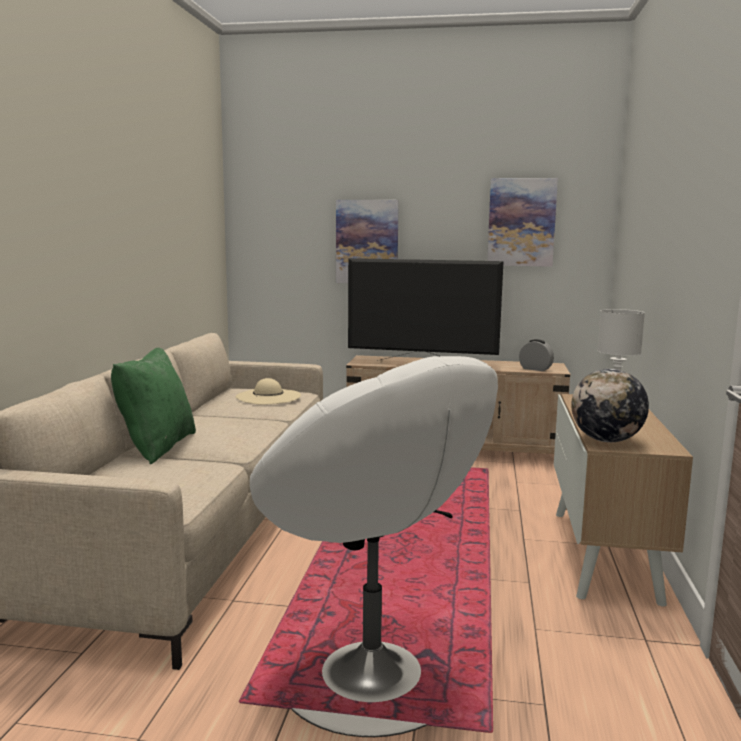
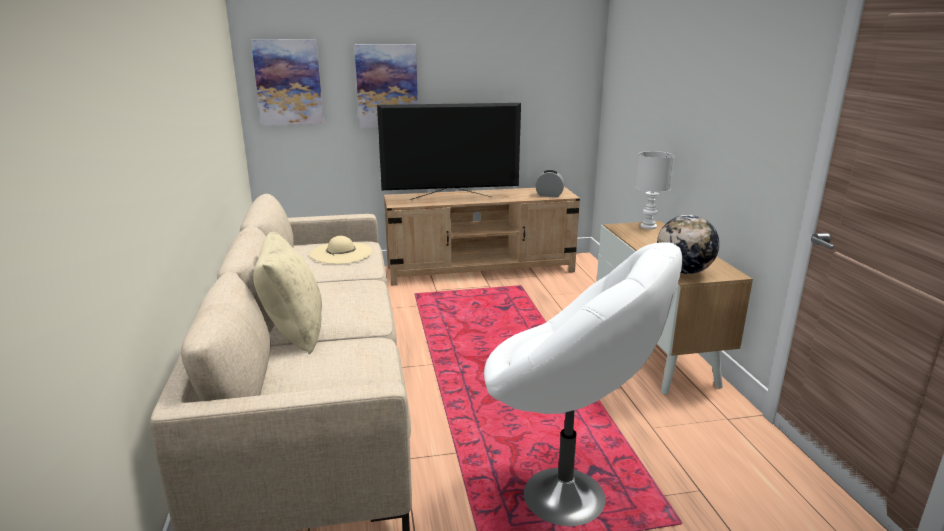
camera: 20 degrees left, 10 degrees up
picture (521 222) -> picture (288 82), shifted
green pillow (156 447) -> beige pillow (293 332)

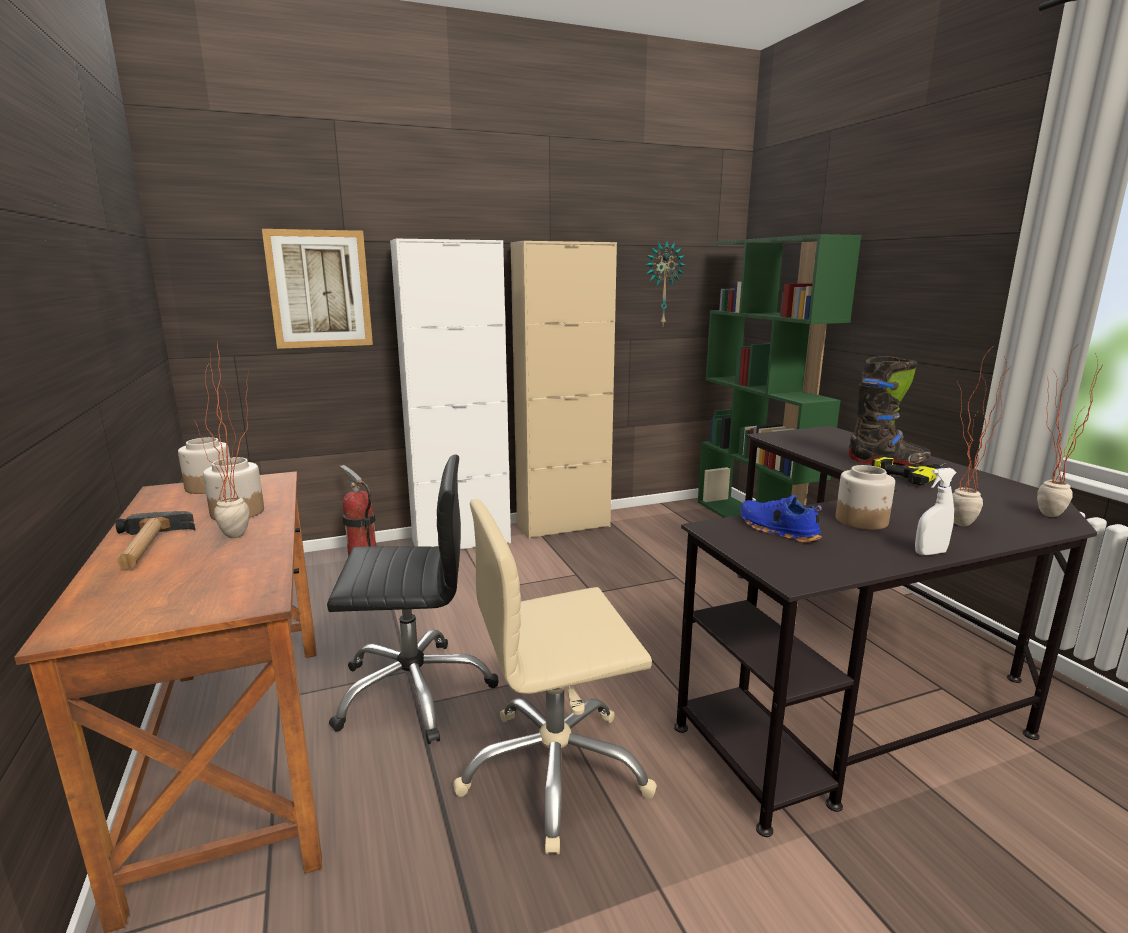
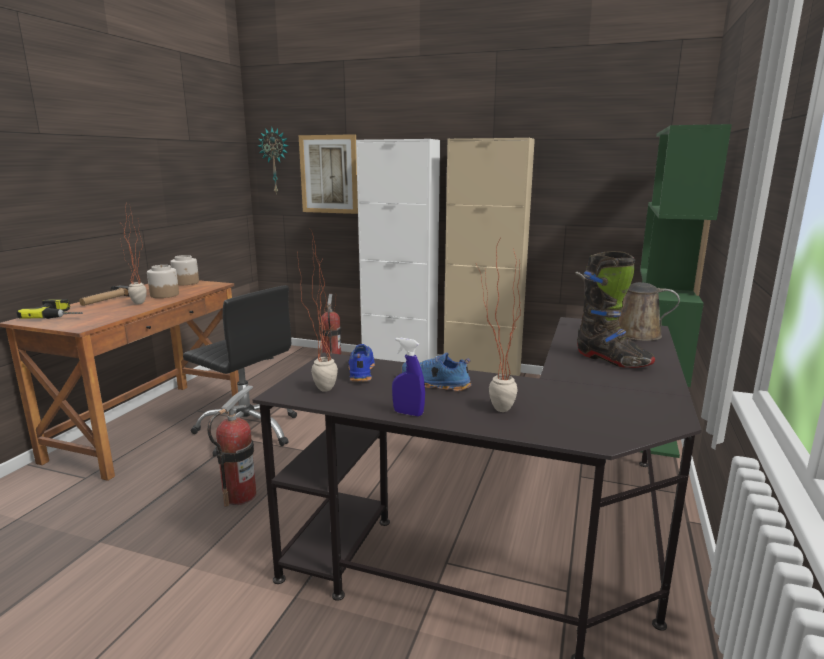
camera: 40 degrees right, 0 degrees up
none -> brown watering can (630 333)
wall clock (663 284) -> wall clock (275 161), shifted
power drill (909 474) -> power drill (61 314), shifted
potted plant (1039 514) -> potted plant (322 386), shifted
beige office chair (554 771) -> fire extinguisher (240 495)
jar (862 520) -> blue shoe (434 384)
white spray bottle (930 553) -> blue spray bottle (408 413)

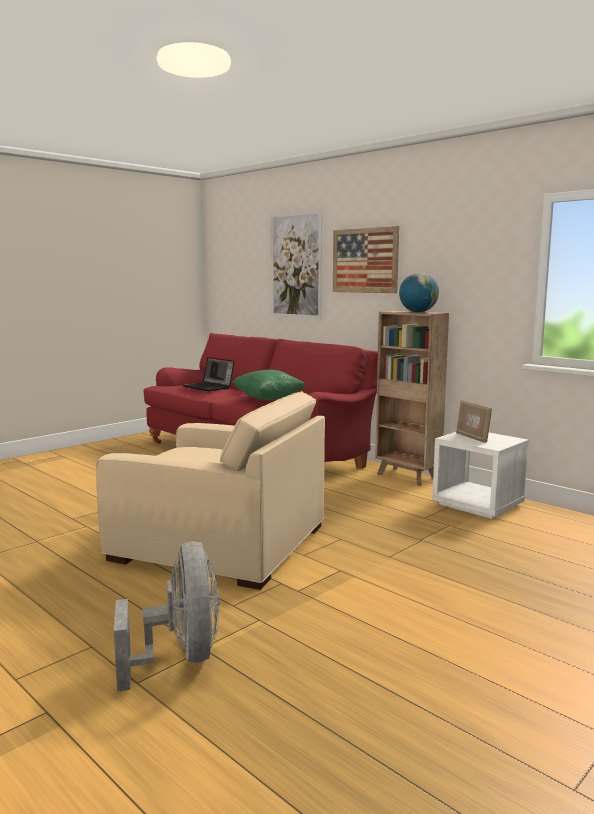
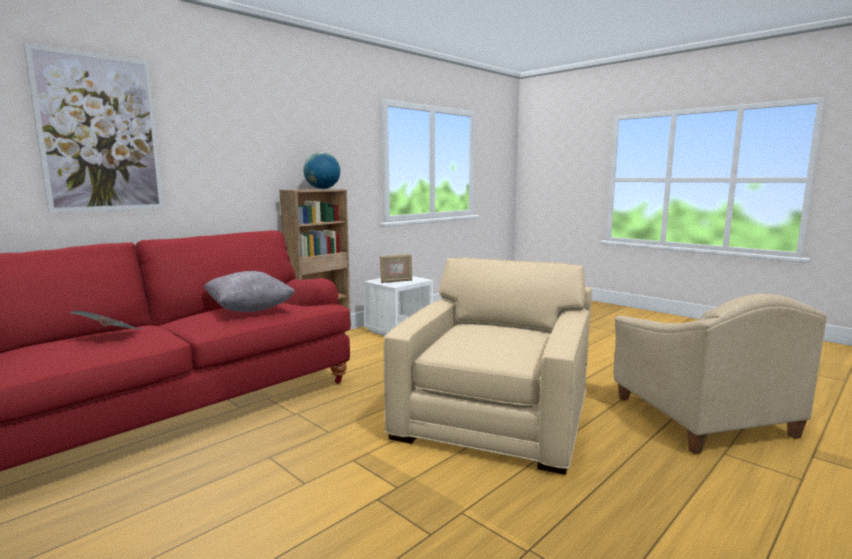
camera: 90 degrees left, 0 degrees up
picture (365 260) -> none
grey fan (180 657) -> beige armchair (699 417)
laptop (209 387) -> newspaper (110 336)
green pillow (268 399) -> grey pillow (249 310)

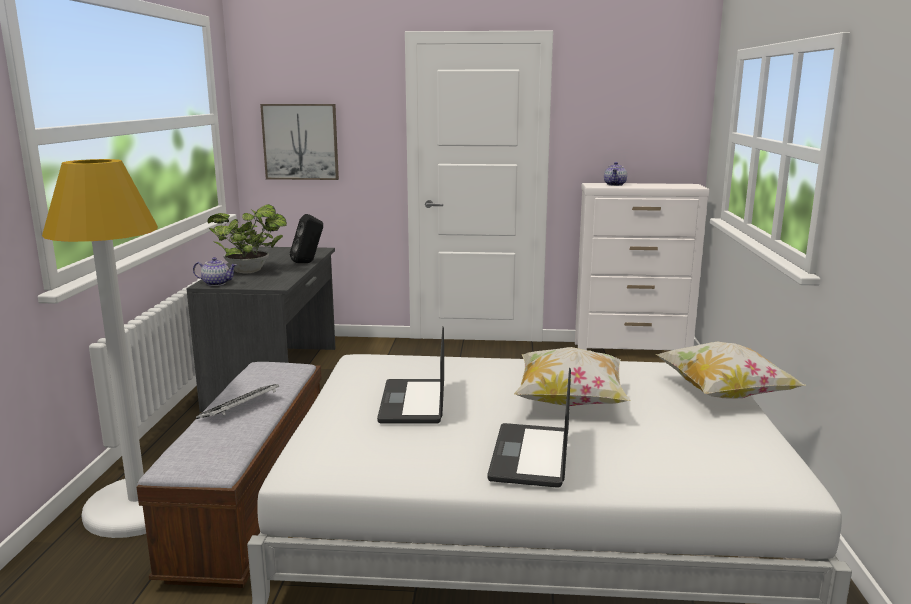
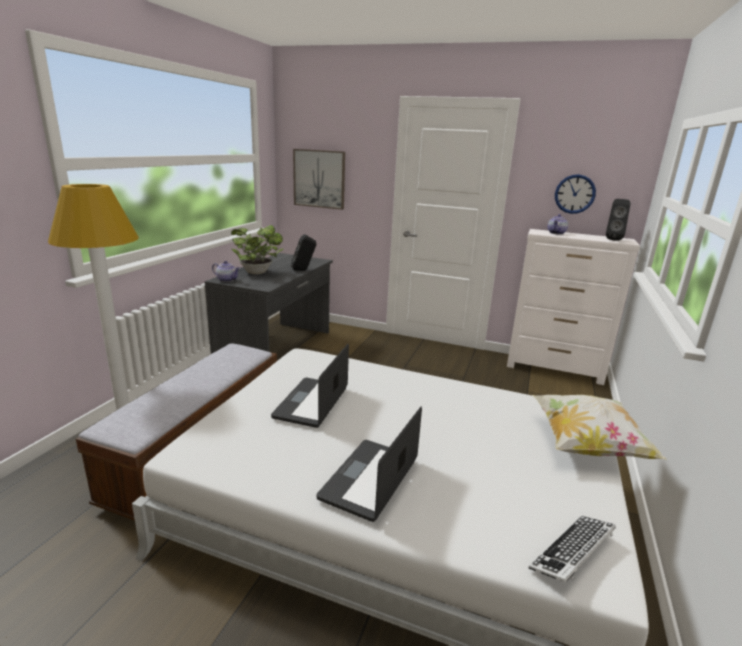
camera: 15 degrees right, 5 degrees up
pillow (570 401) -> none
none -> wall clock (574 194)
none -> black speaker (612 239)
keyboard (240 407) -> keyboard (572 553), shifted

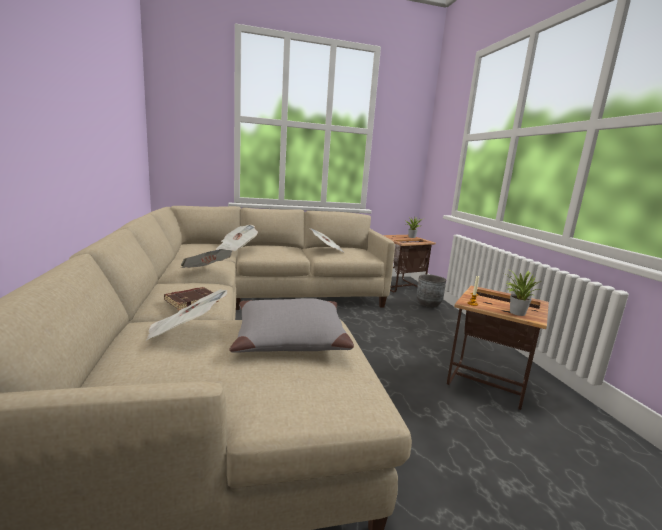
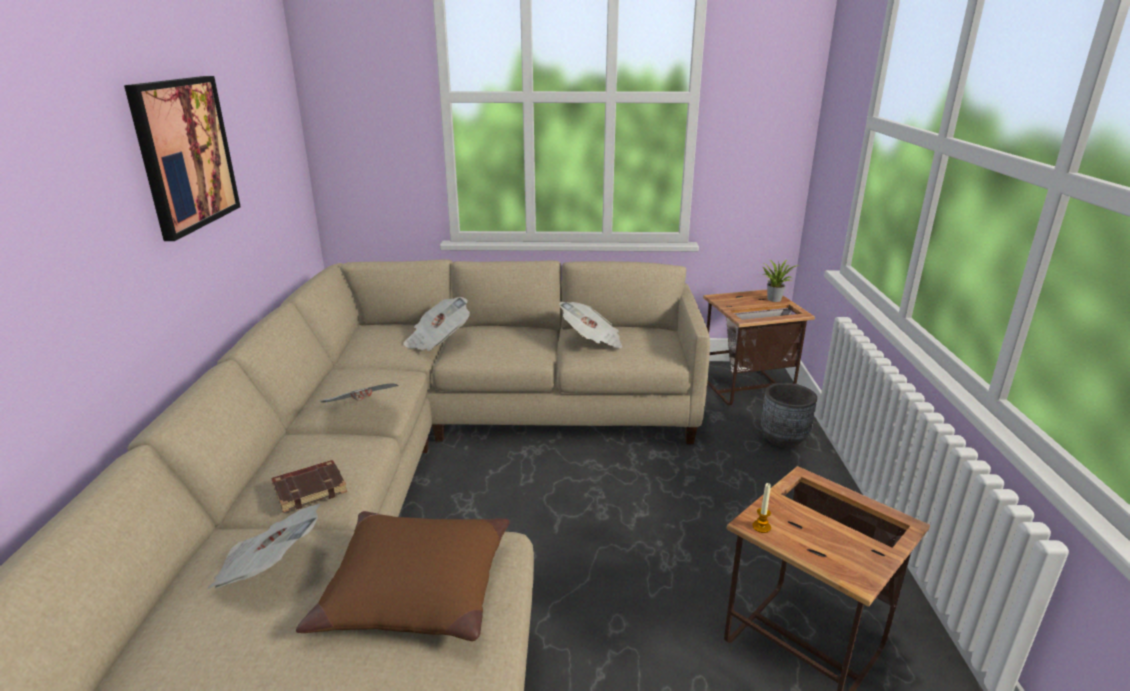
camera: 15 degrees right, 10 degrees up
potted plant (515 312) -> none
none -> picture (185 154)
grey pillow (290 338) -> brown pillow (415 590)

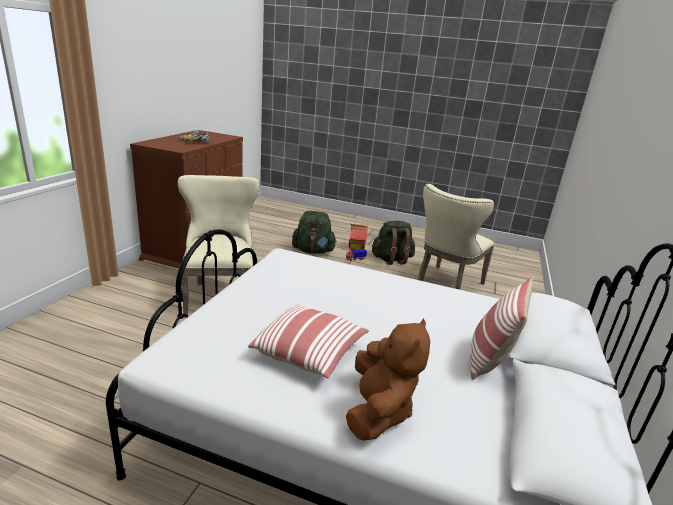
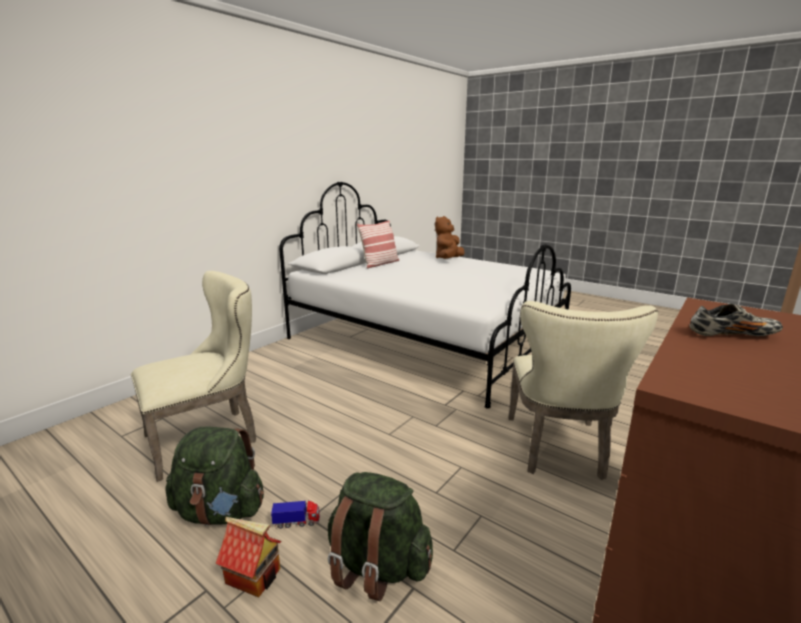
camera: 160 degrees left, 5 degrees down
pillow (310 352) -> none

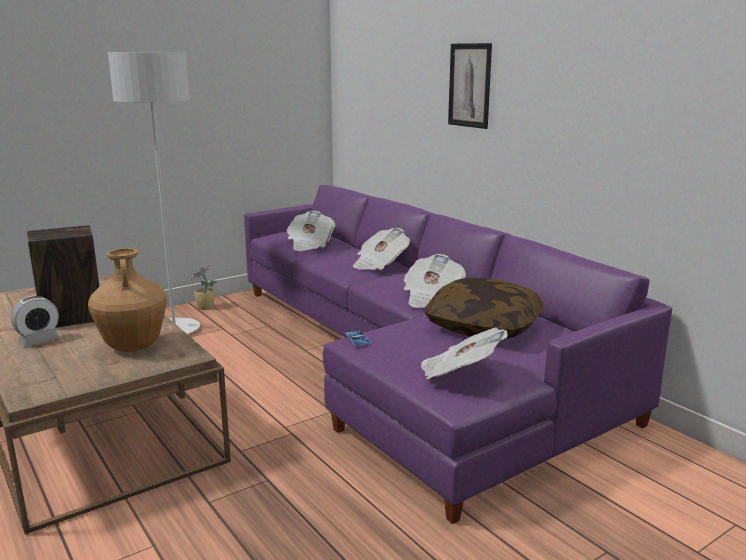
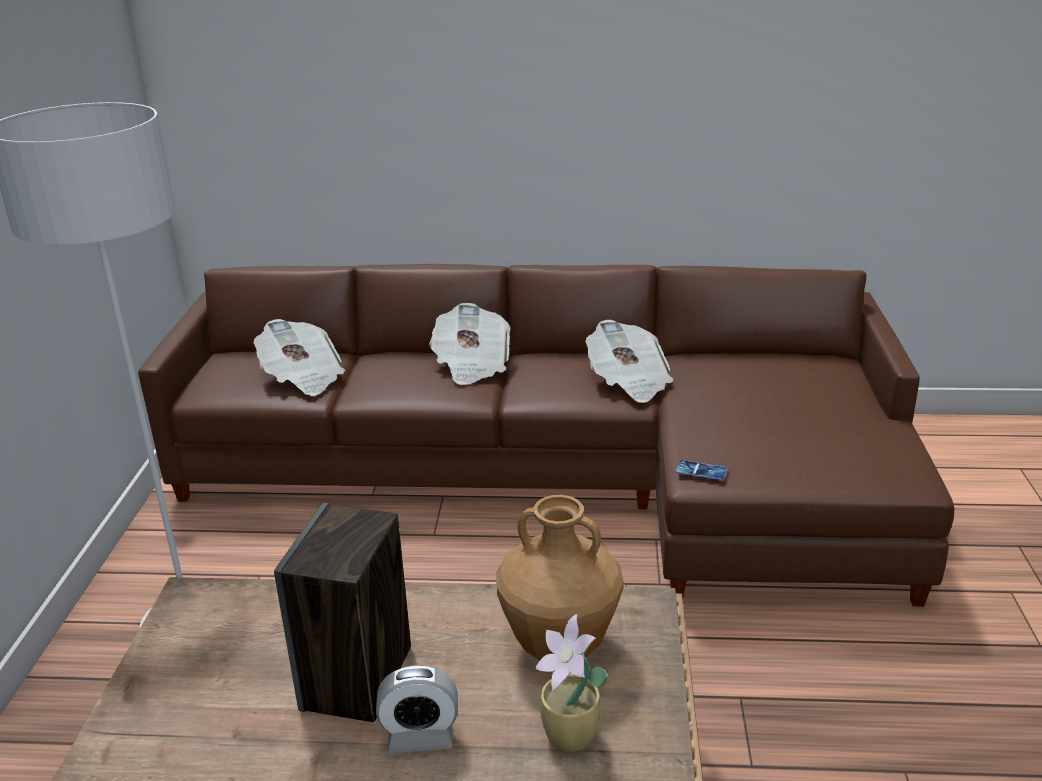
camera: 50 degrees left, 10 degrees up
newspaper (459 374) -> none
pillow (483 327) -> none
picture (469 85) -> none
potted plant (204 308) -> potted plant (570 738), shifted
purple sofa (411 361) -> brown sofa (567 475)
alarm clock (39 340) -> alarm clock (420 738), 90 degrees clockwise

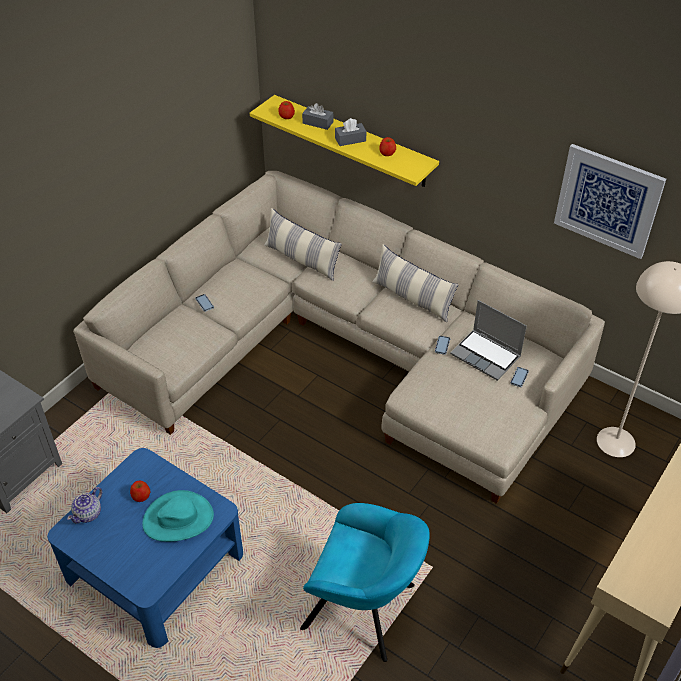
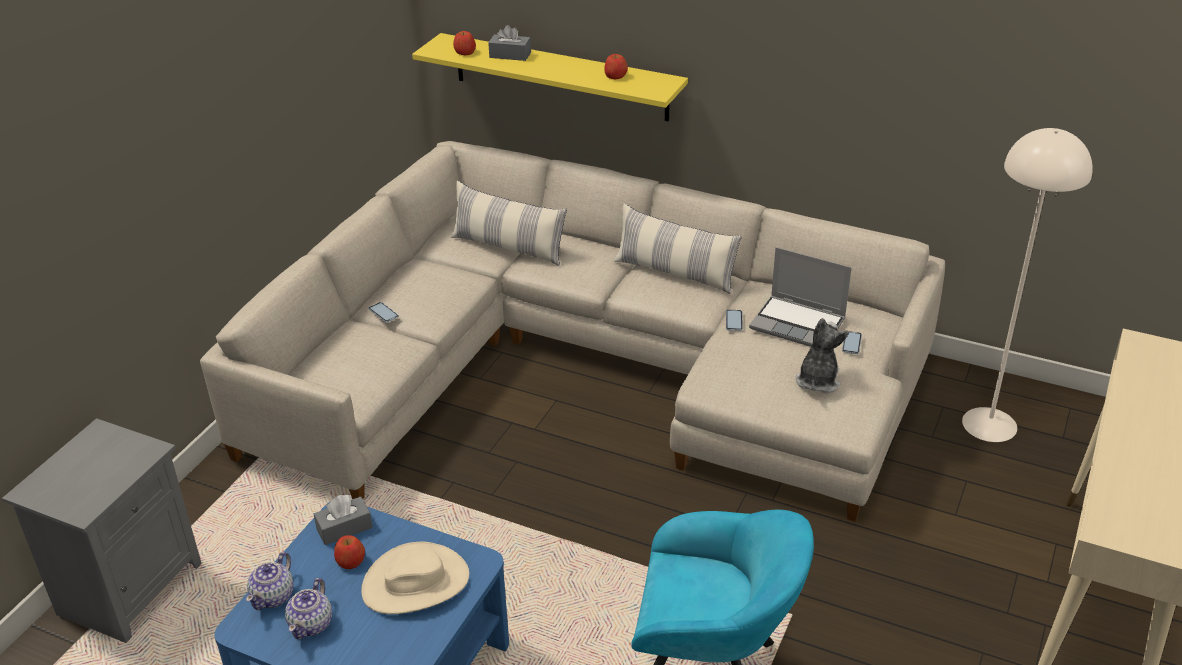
camera: 10 degrees left, 10 degrees down
picture (608 201) -> none
none -> teapot (312 624)
none -> plush toy (817 380)
grey tissue box (350 139) -> grey tissue box (344 528), shifted
turquoise hat (178 519) -> beige hat (416 582)

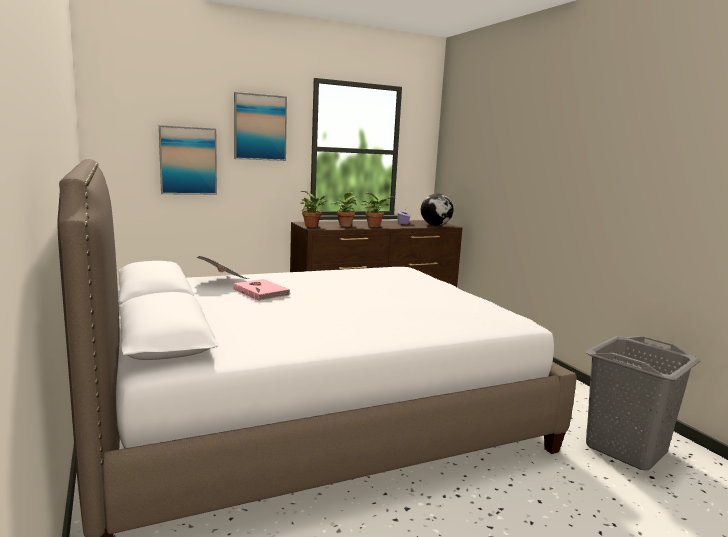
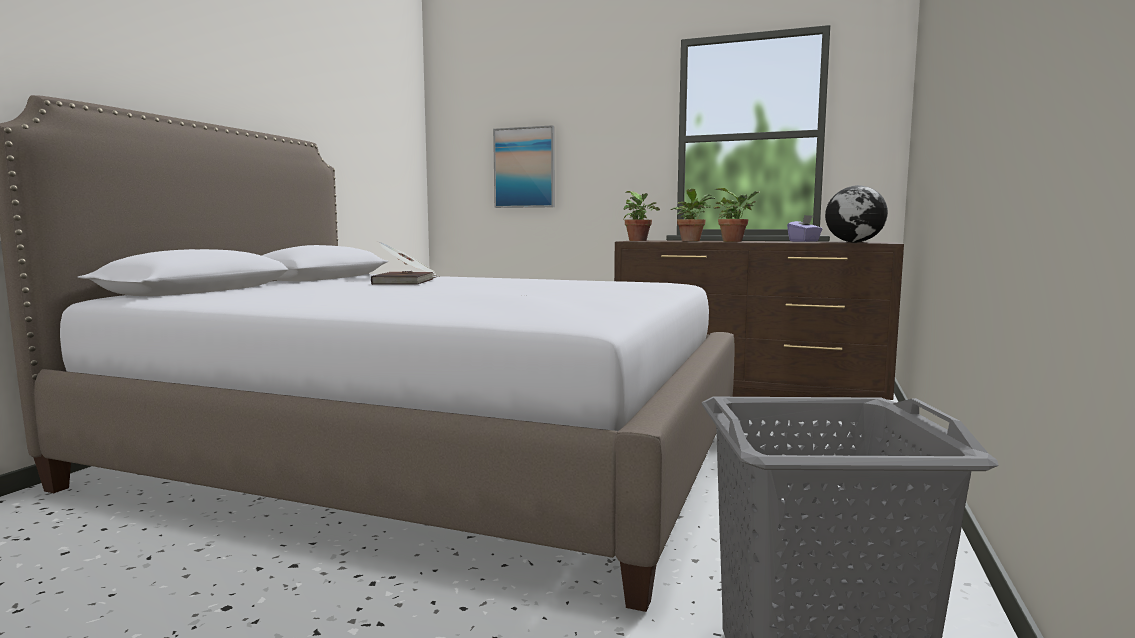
camera: 45 degrees right, 5 degrees down
picture (260 127) -> none
pink book (261 292) -> brown book (405 282)

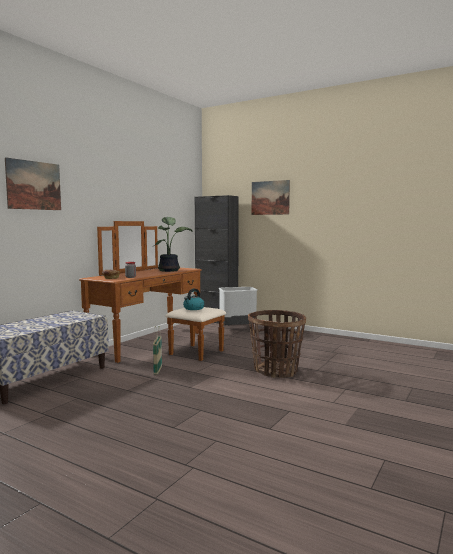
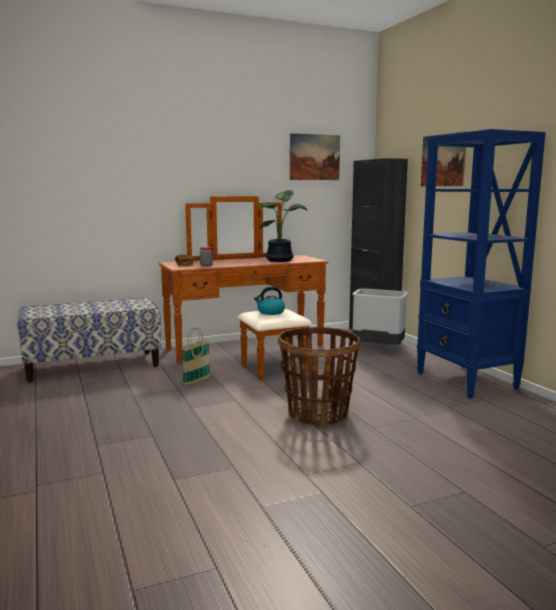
camera: 35 degrees right, 5 degrees up
none -> blue bookcase (466 381)
picture (34 185) -> picture (314 157), shifted

